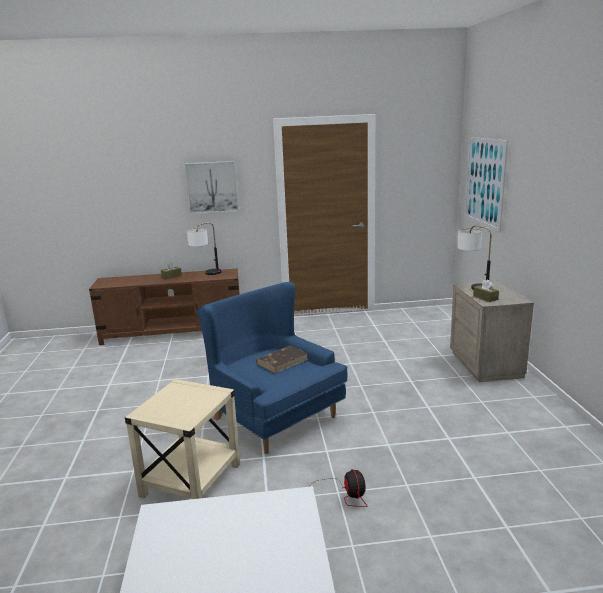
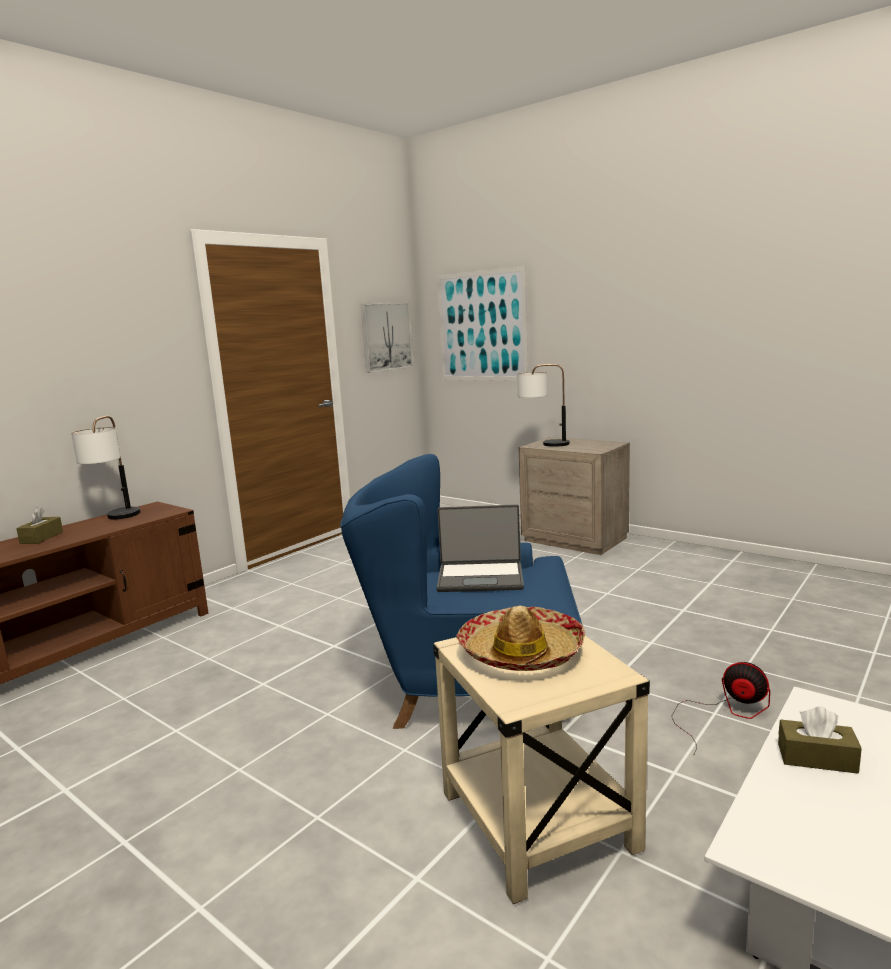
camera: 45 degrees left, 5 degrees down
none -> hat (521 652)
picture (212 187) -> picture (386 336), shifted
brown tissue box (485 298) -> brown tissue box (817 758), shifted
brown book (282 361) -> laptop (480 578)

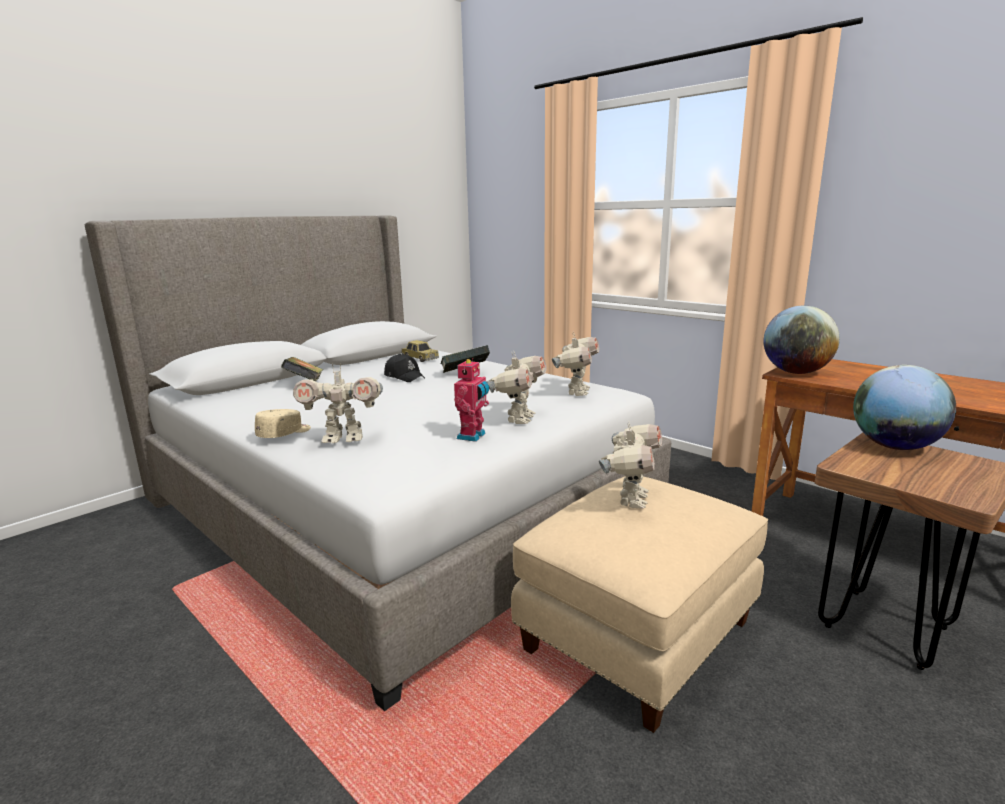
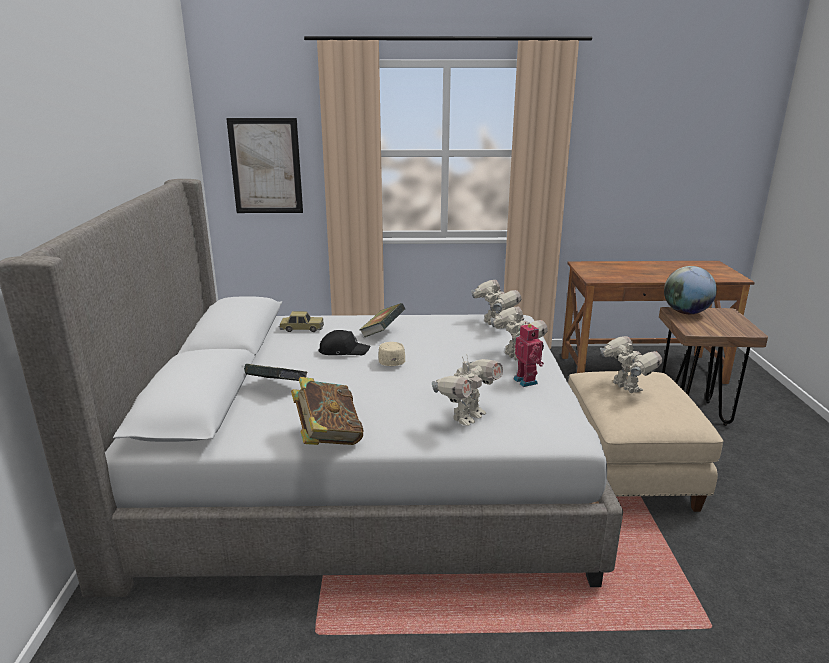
camera: 45 degrees left, 5 degrees up
globe (796 372) -> none
none -> picture (266 166)
none -> book (328 437)
beige cap (284 434) -> beige cap (391 361), shifted

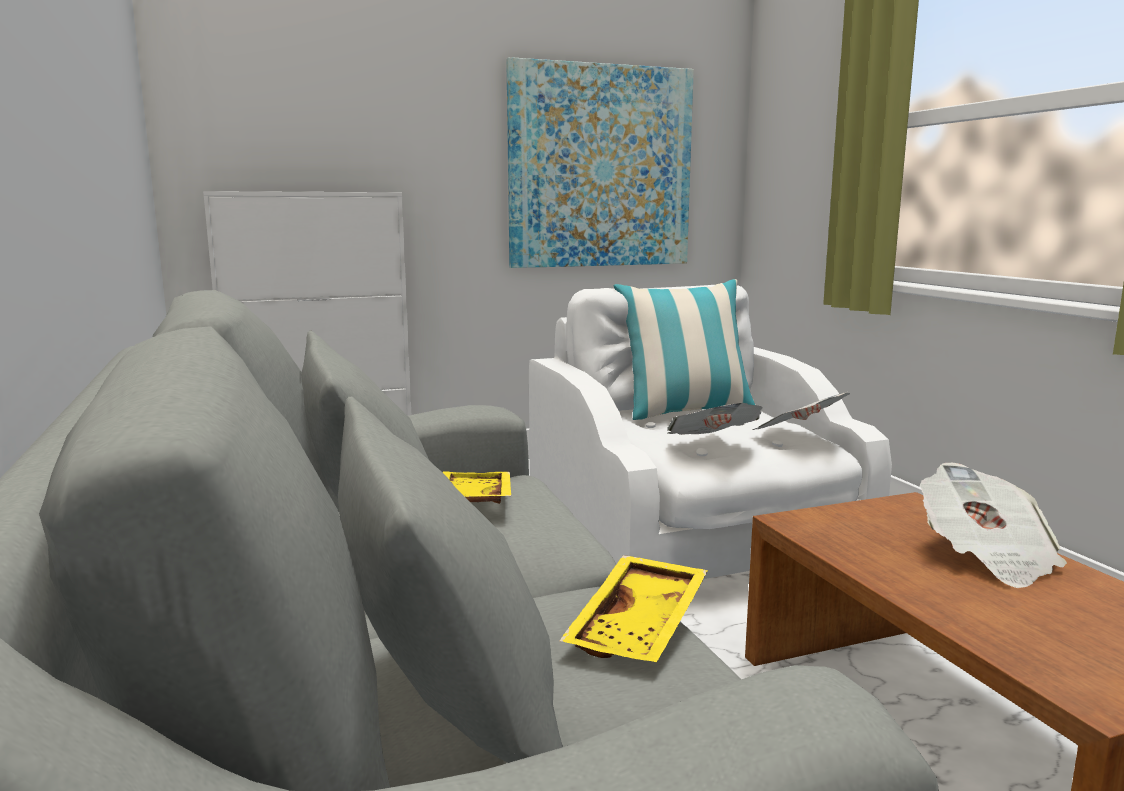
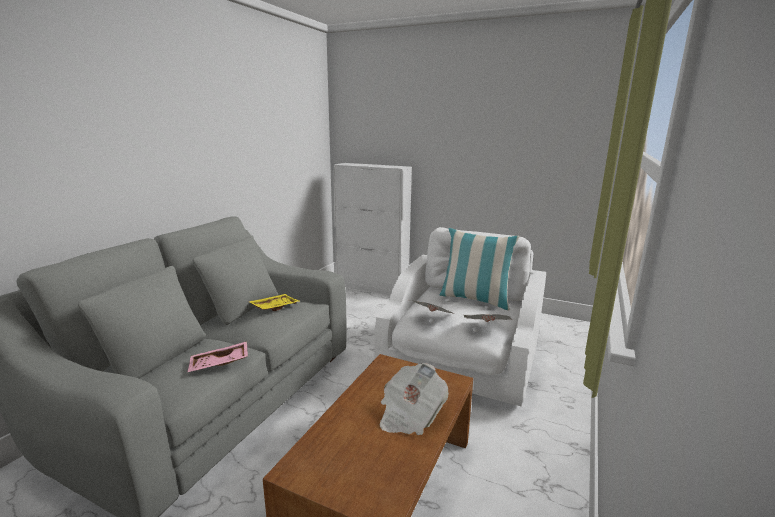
camera: 45 degrees right, 5 degrees up
picture (600 167) -> none
yellow tray (640 627) -> pink tray (219 364)

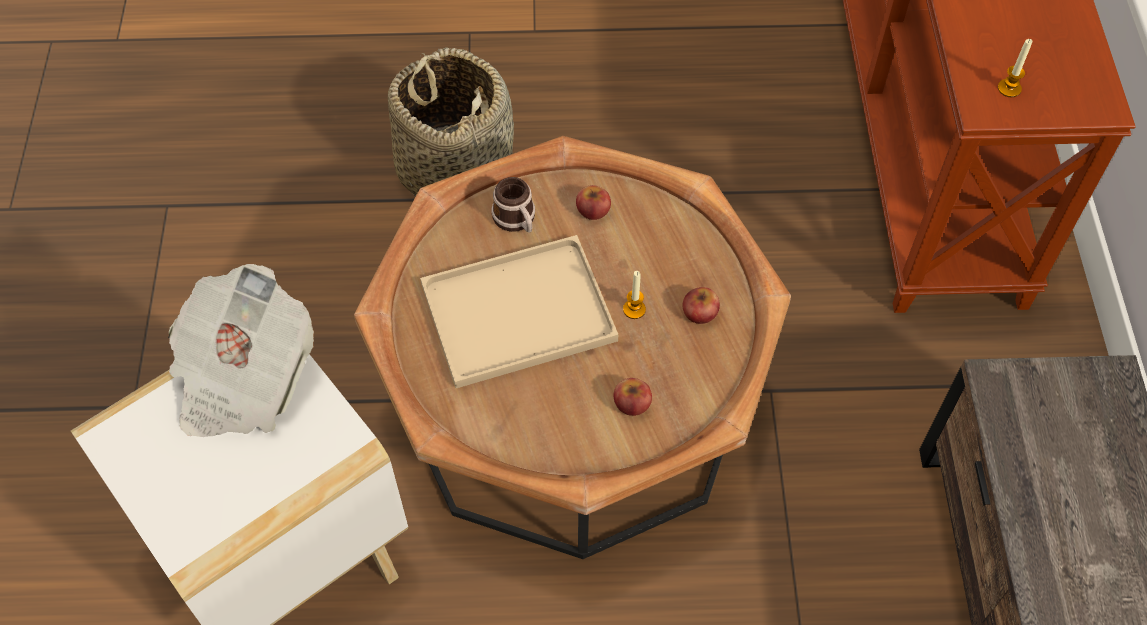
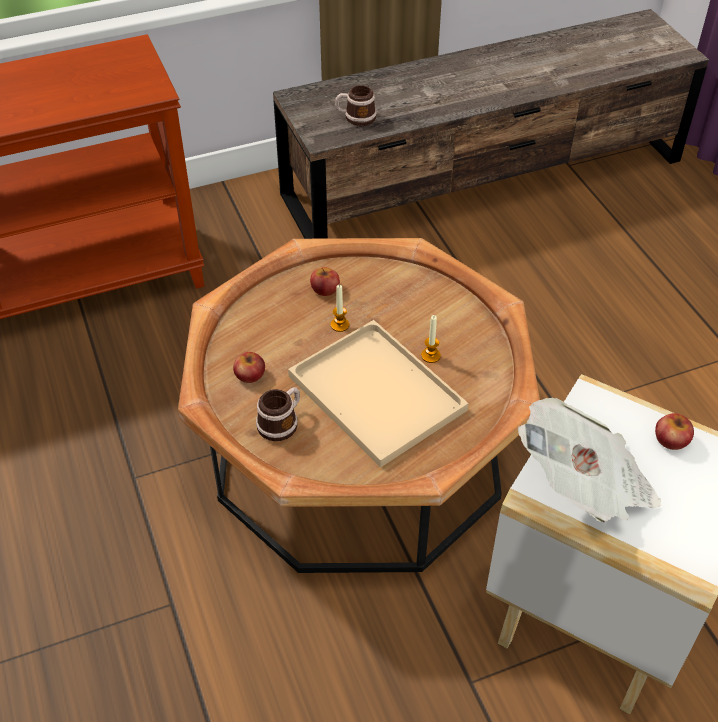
camera: 110 degrees left, 10 degrees down
basket (455 167) -> none
none -> mug (355 117)
apple (632 403) -> apple (671 439), shifted
candle (1009 88) -> candle (430 356), shifted

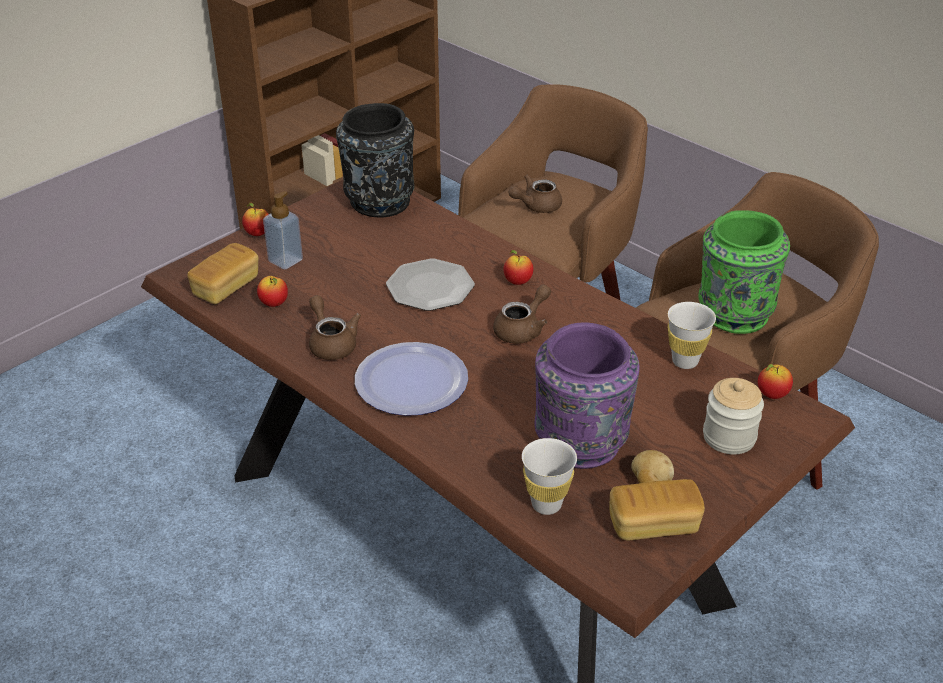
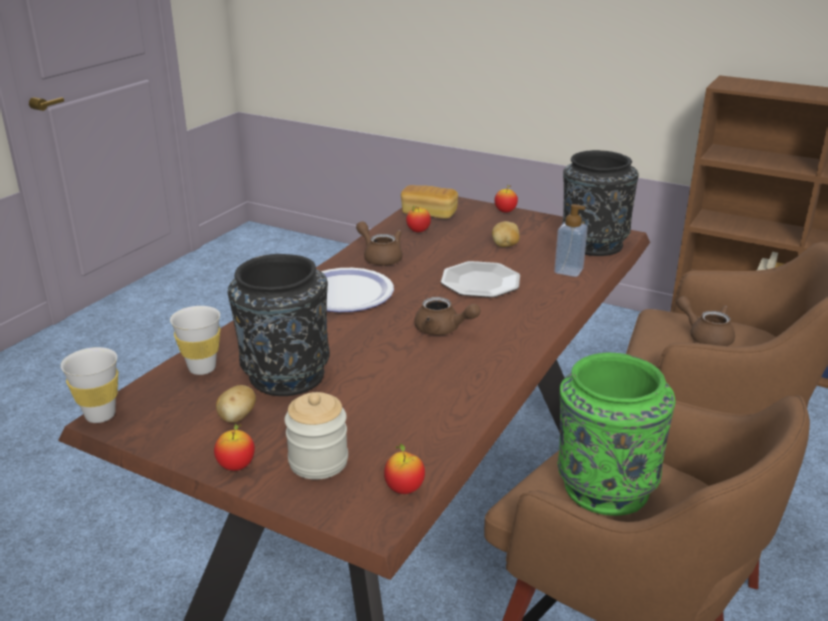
camera: 75 degrees right, 10 degrees down
bread (653 524) -> none
none -> potato (505 245)
soap dispenser (285 260) -> soap dispenser (568 271), shifted
apple (517 282) -> apple (236 466), shifted
white cup (685 361) -> white cup (100 415), shifted
purple vase (581 444) -> black vase (285 376)
brown teapot (331 343) -> brown teapot (380 257), 90 degrees counterclockwise

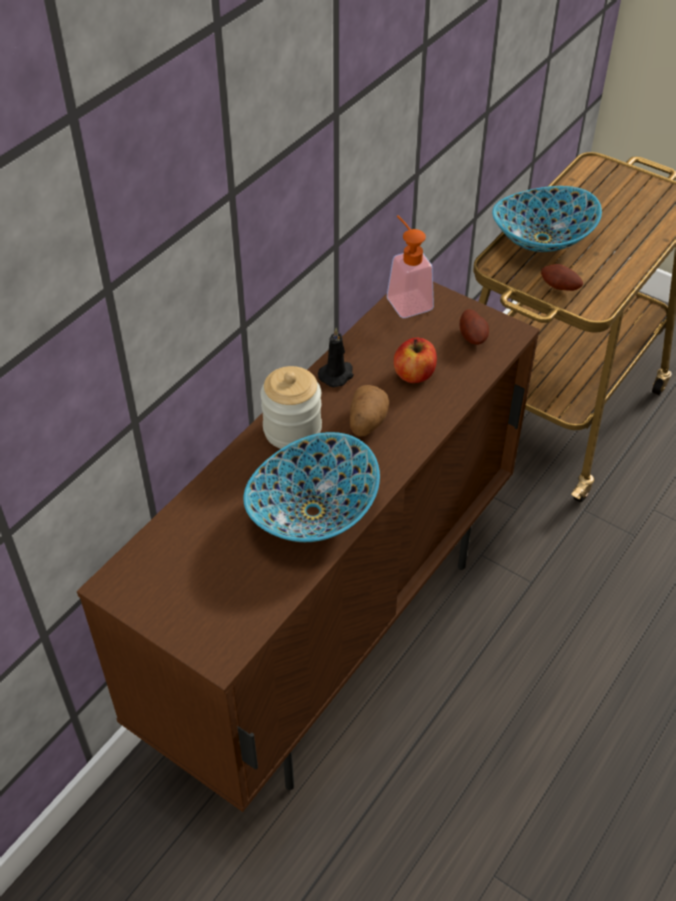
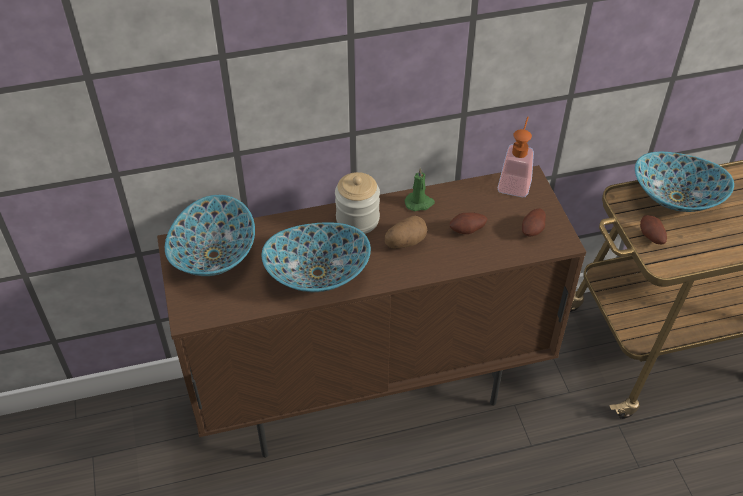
camera: 40 degrees right, 0 degrees up
none -> bowl (214 255)
apple (414 374) -> potato (467 231)
black candle (337 374) -> green candle (419 203)

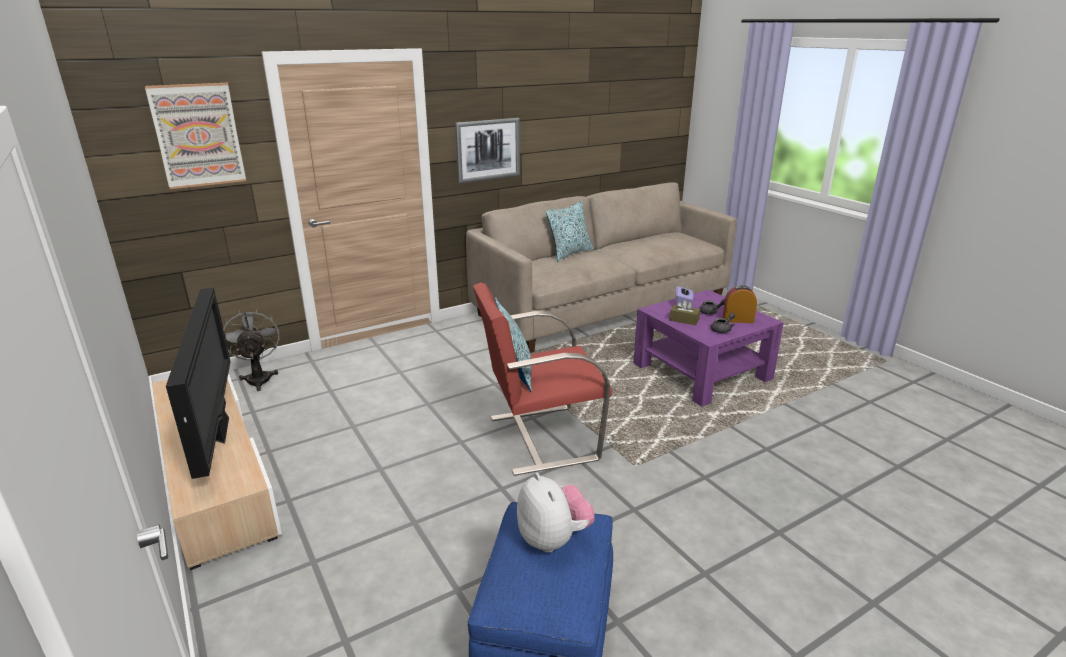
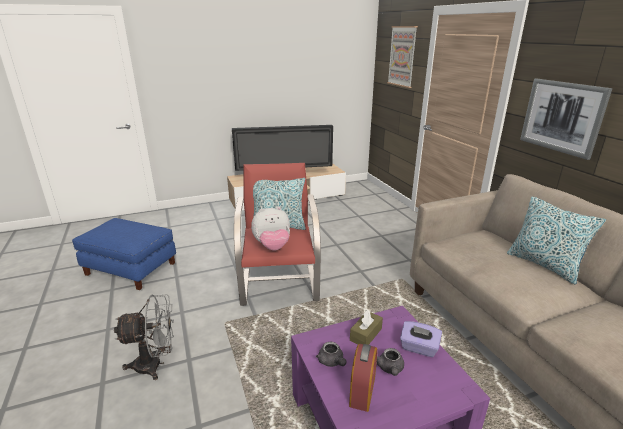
camera: 100 degrees right, 0 degrees up
grey fan (259 377) -> grey fan (155 364), shifted
plush toy (553 539) -> plush toy (272 247), shifted

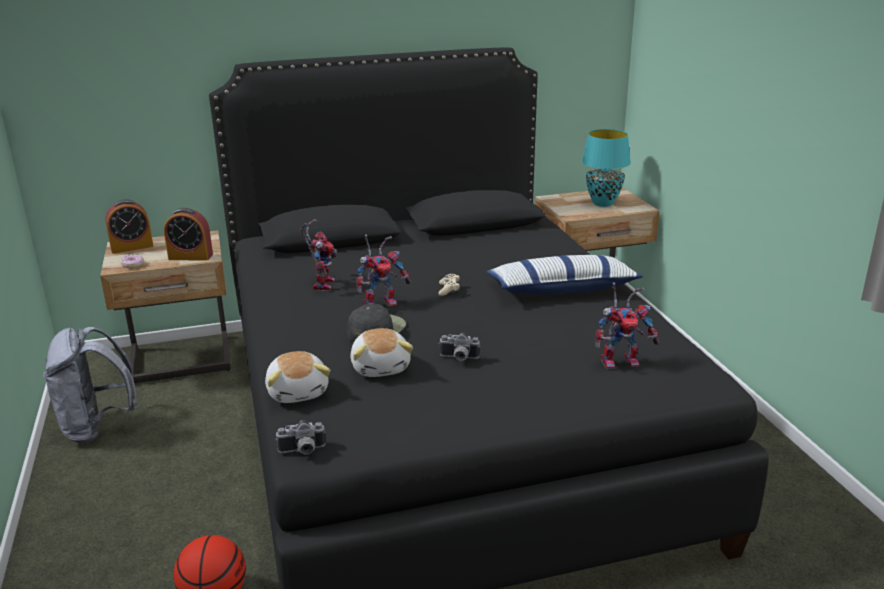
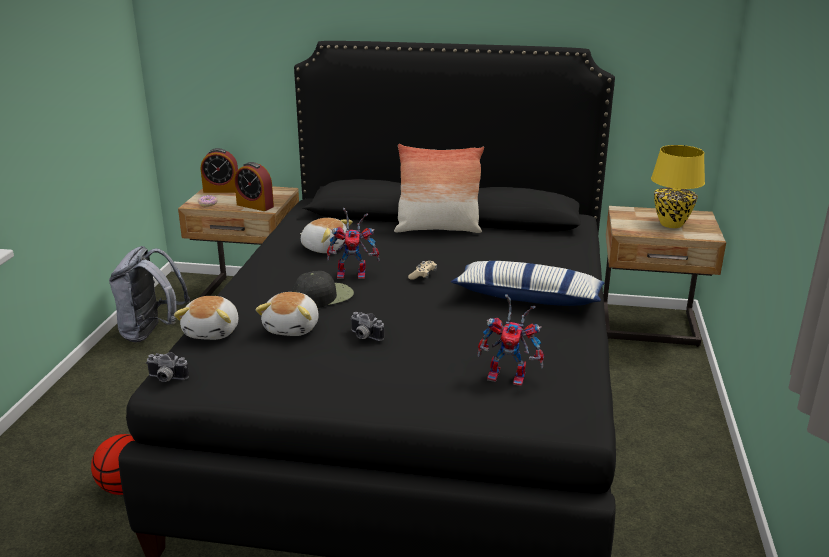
camera: 25 degrees right, 0 degrees up
none -> pillow (438 229)
toy robot (322 283) -> plush toy (324 247)
turquoise table lamp (603 203) -> yellow table lamp (672 224)

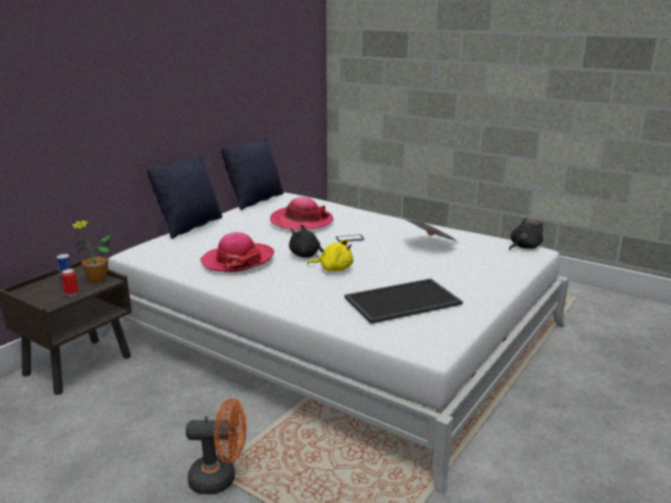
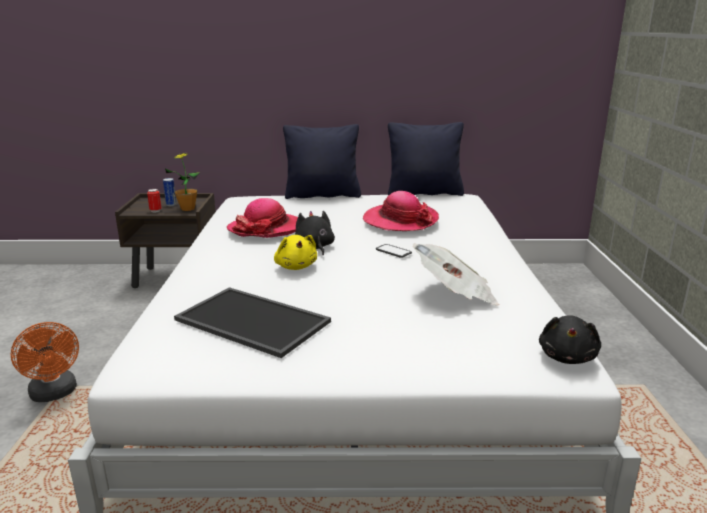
camera: 55 degrees right, 0 degrees up
black plush toy (524 247) -> black plush toy (567 357), 90 degrees clockwise

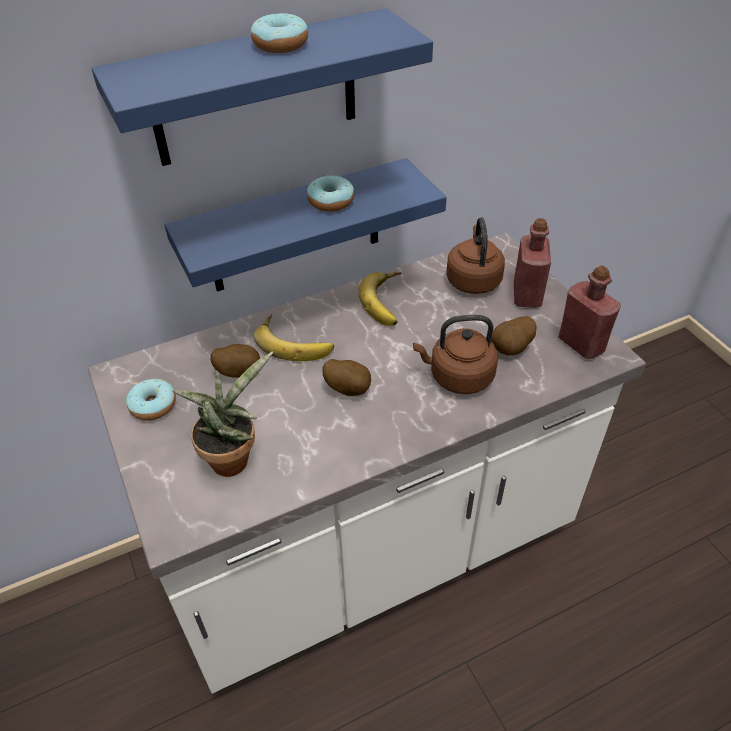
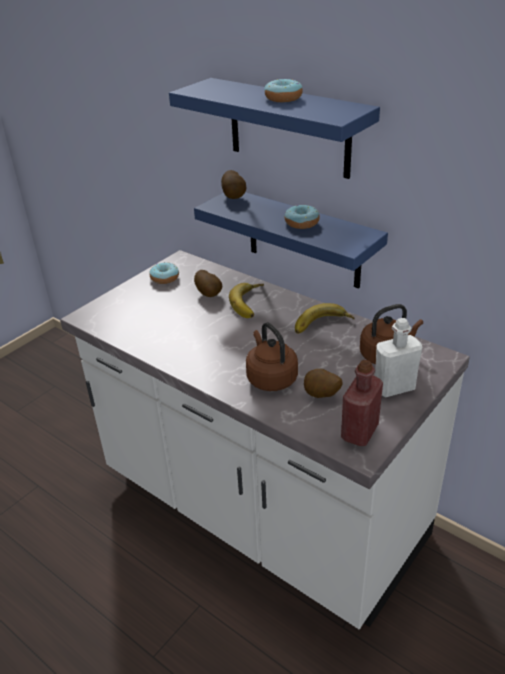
camera: 65 degrees right, 10 degrees down
potted plant (232 457) -> none
potato (348 388) -> potato (234 197), shifted
red bottle (527 295) -> white bottle (394 388)

